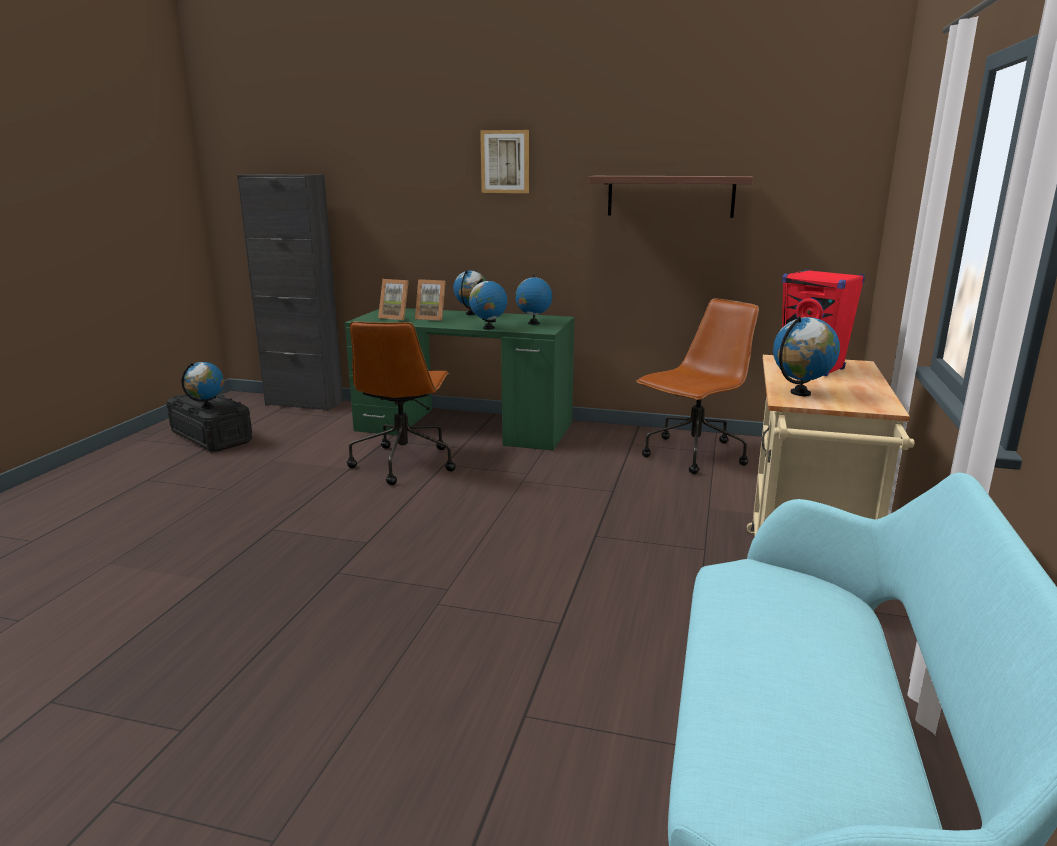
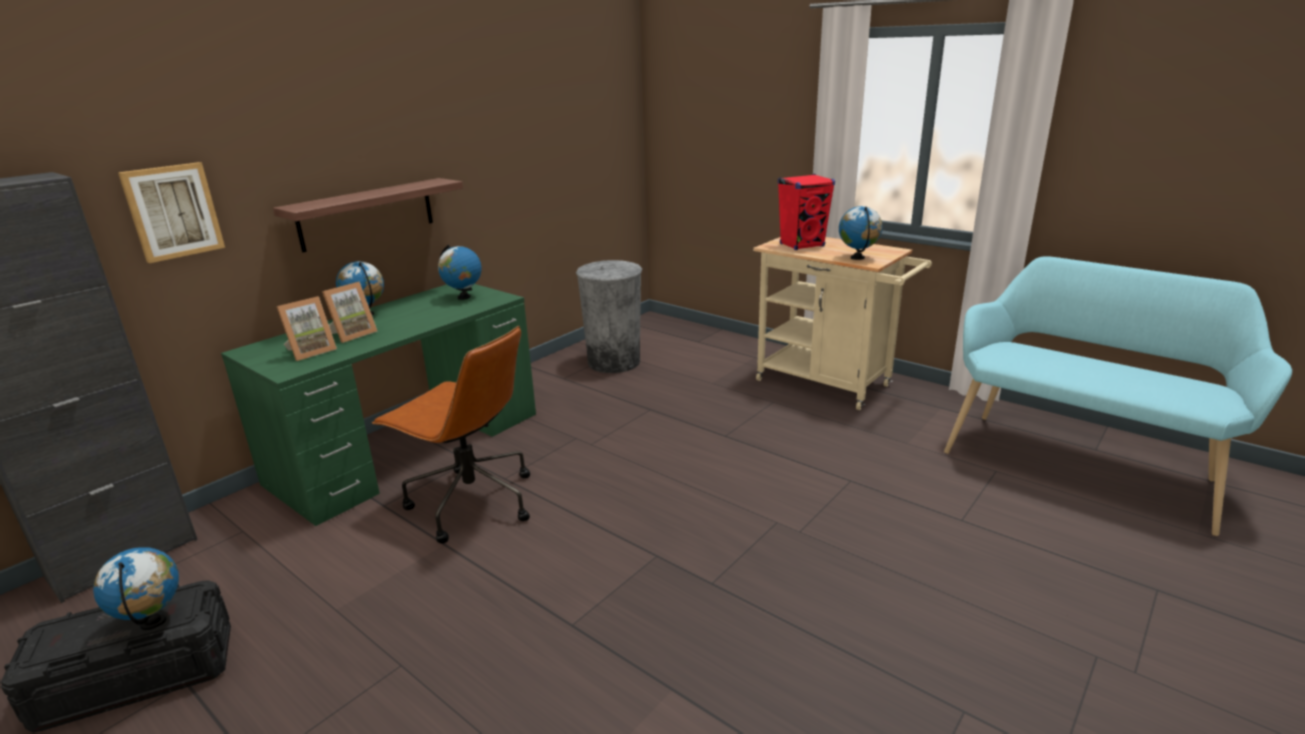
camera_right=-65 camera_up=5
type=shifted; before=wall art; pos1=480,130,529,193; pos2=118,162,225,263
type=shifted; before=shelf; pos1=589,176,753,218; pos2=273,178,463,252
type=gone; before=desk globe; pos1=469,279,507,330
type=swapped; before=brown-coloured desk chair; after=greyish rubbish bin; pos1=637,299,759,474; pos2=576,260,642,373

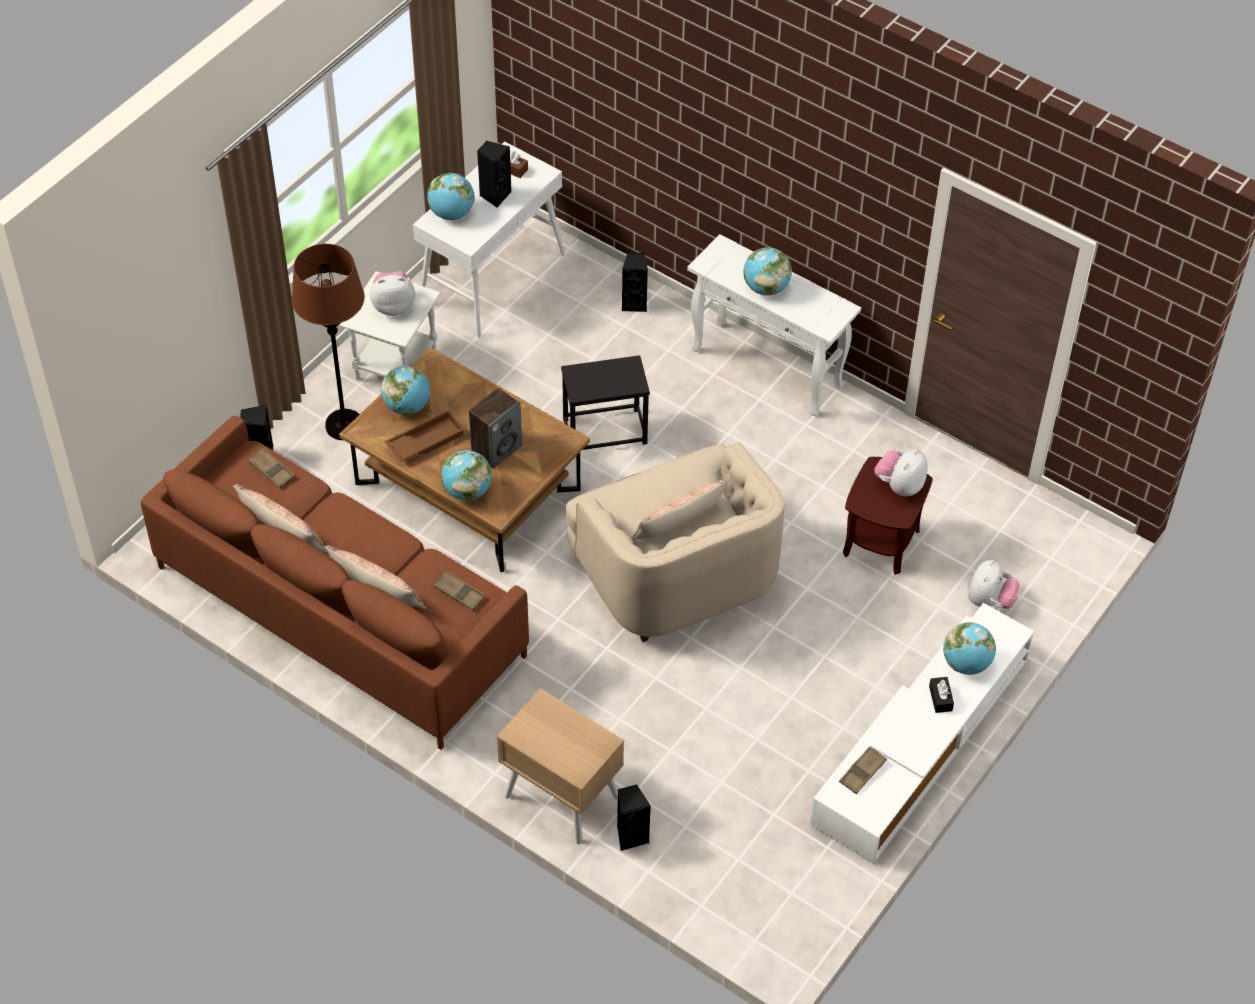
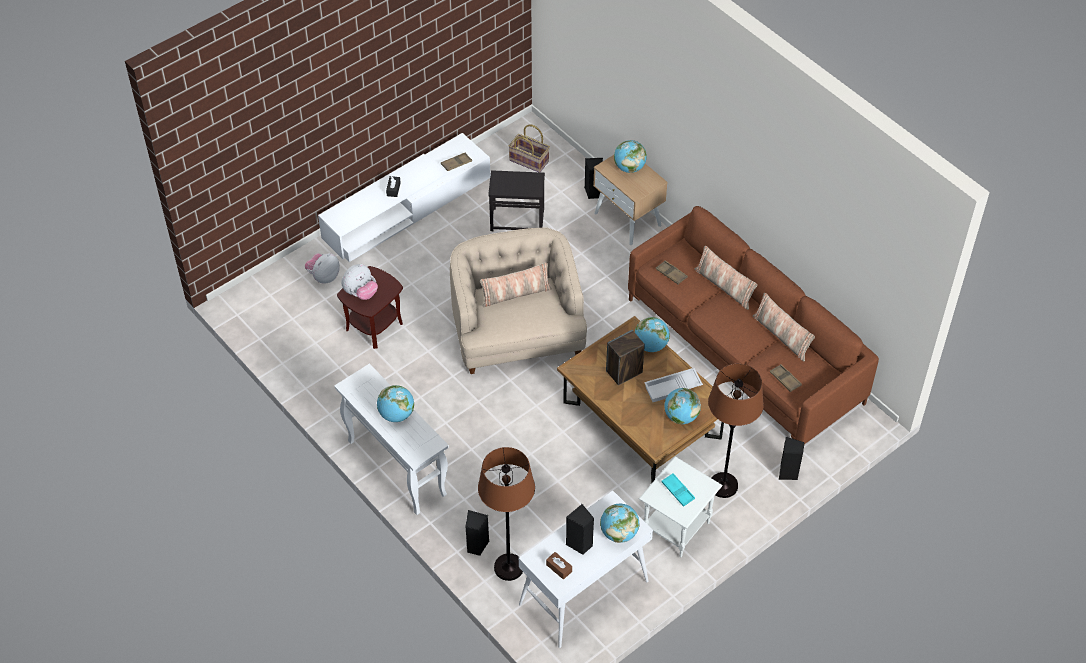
camera_right=-165 camera_up=0
type=swapped; before=soft toy; after=turquoise-coloured serving tray; pos1=370,271,415,316; pos2=661,473,695,507
type=shifted; before=blackish side table; pos1=561,355,650,450; pos2=488,170,545,231
type=repainted; before=brown-coloured serving tray; after=white serving tray; pos1=385,410,465,461; pos2=644,368,703,402
type=shifted; before=desk globe; pos1=943,622,996,675; pos2=614,140,647,173
type=new; after=household basket; pos2=509,125,550,172
type=new; after=brown-coloured standard lamp; pos2=478,447,535,581

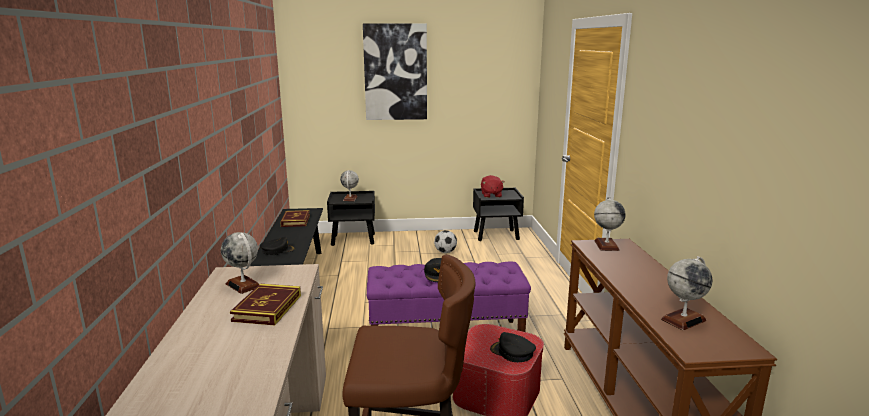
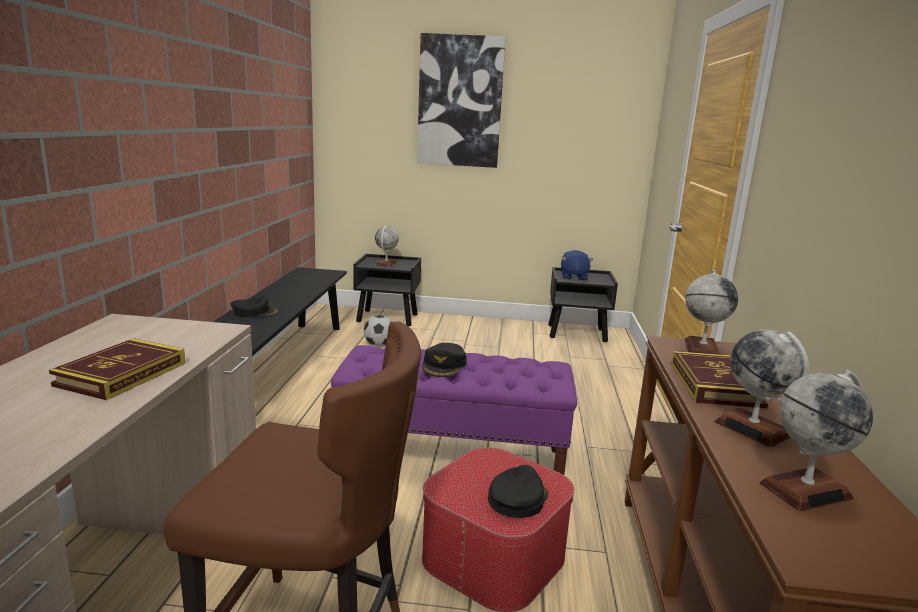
camera_right=10 camera_up=0
type=repainted; before=red-coloured soft toy; after=blue-coloured soft toy; pos1=481,175,505,198; pos2=561,250,593,281
type=shifted; before=book; pos1=280,210,310,227; pos2=671,351,768,408
type=shifted; before=ball for football; pos1=434,230,457,253; pos2=364,315,392,347
type=shifted; before=desk globe; pos1=221,232,259,294; pos2=714,329,809,448
type=rotated; before=blackish cap; pos1=490,332,536,362; pos2=488,465,548,518; turn=75

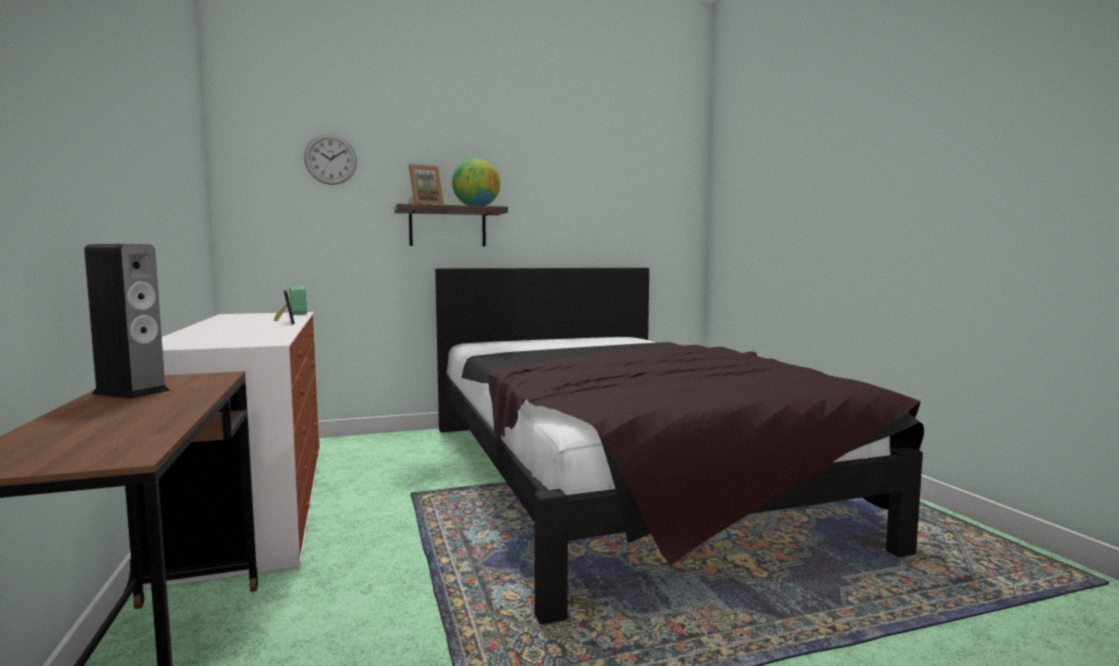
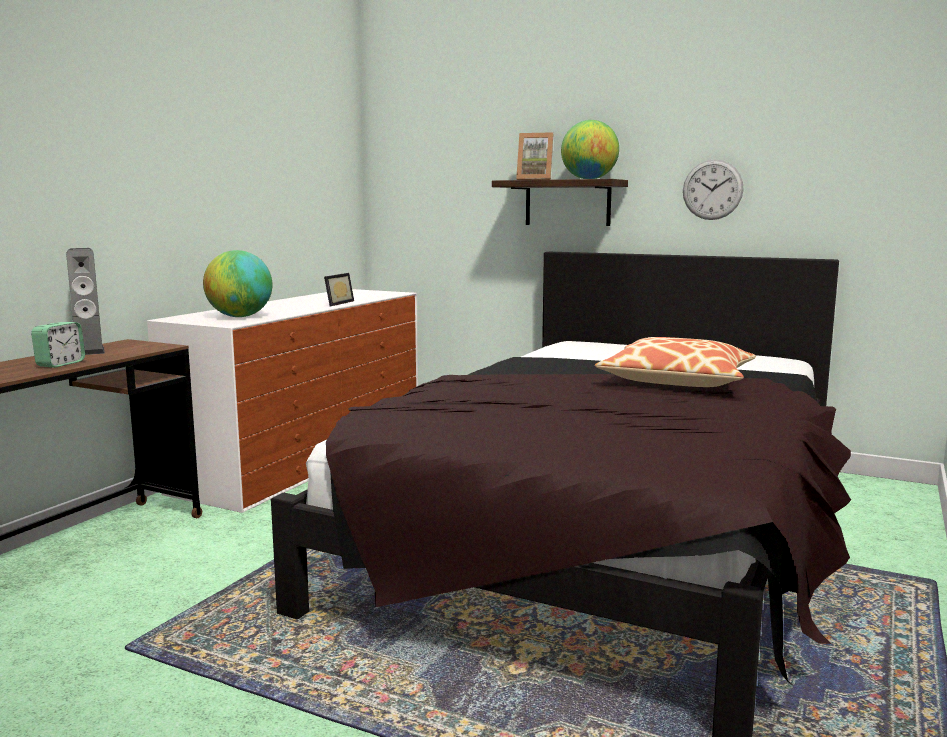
camera_right=45 camera_up=5
type=shifted; before=hanging clock; pos1=304,134,357,185; pos2=683,159,743,220
type=shifted; before=alarm clock; pos1=289,287,307,315; pos2=31,322,85,368
type=new; after=desk globe; pos2=203,250,272,317
type=new; after=cushion; pos2=595,337,756,387

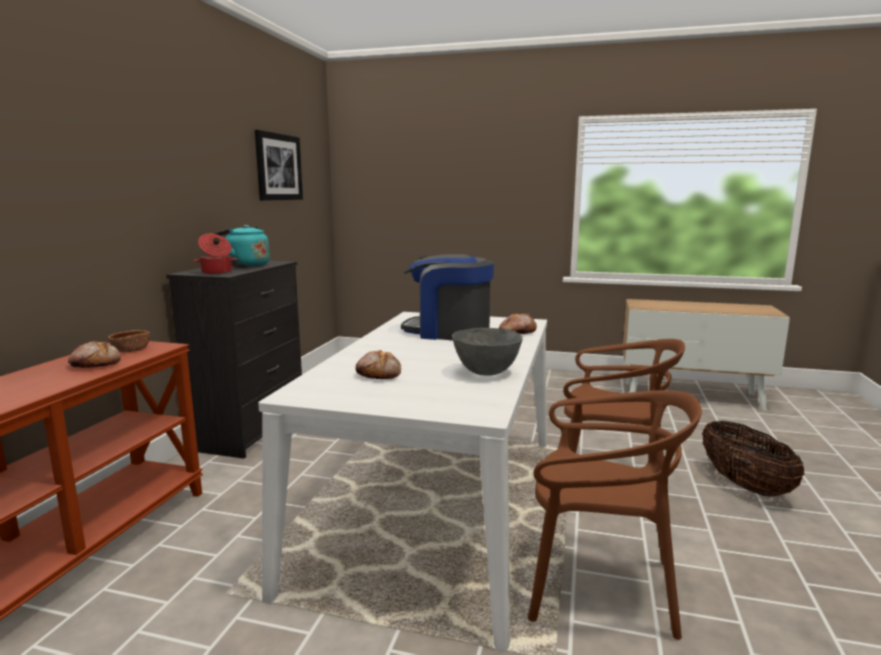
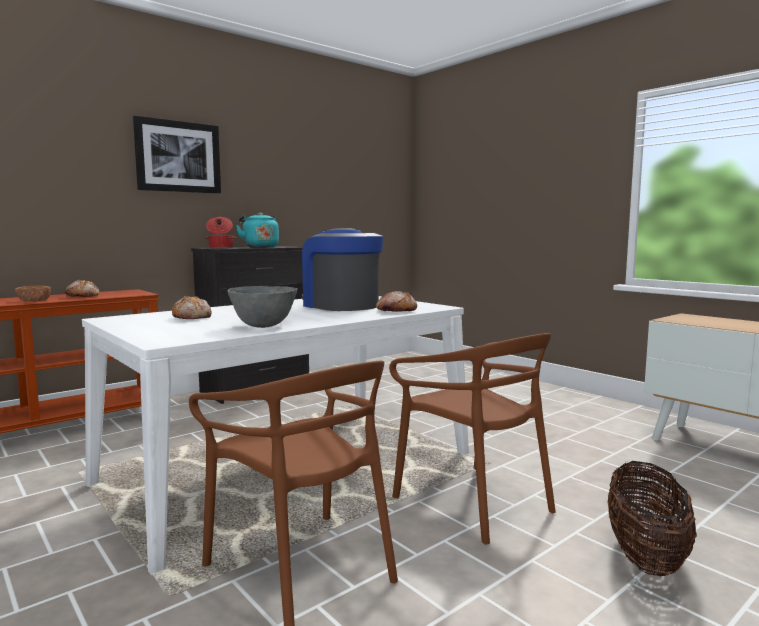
camera_right=35 camera_up=-5
type=shifted; before=wall art; pos1=255,130,303,201; pos2=133,116,221,194
type=shifted; before=brown-coloured bowl; pos1=108,330,150,353; pos2=15,286,51,302

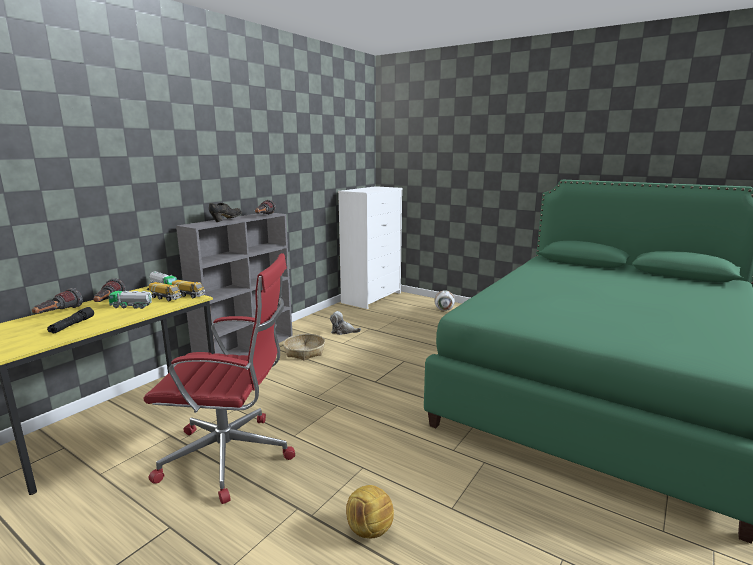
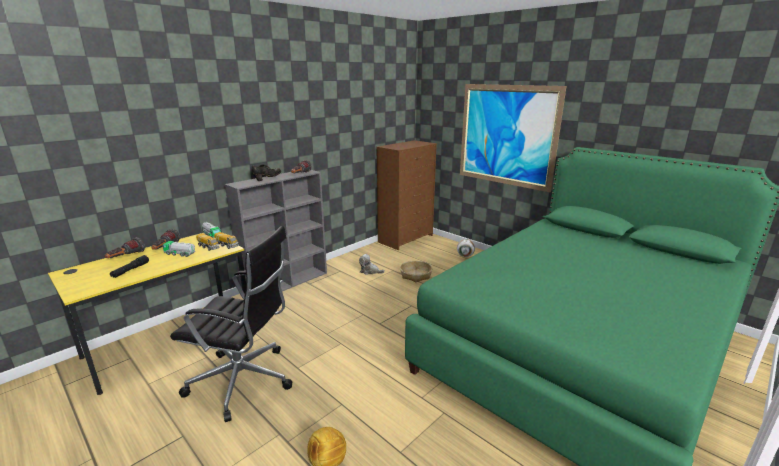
camera_right=10 camera_up=5
type=repainted; before=white drawer chest; after=brown-coloured drawer chest; pos1=338,186,402,309; pos2=376,140,437,250
type=repainted; before=red-coloured desk chair; after=blackish desk chair; pos1=143,253,295,504; pos2=170,226,292,422
type=shifted; before=household basket; pos1=283,334,325,360; pos2=400,261,433,282
type=new; after=wall art; pos2=460,84,567,193

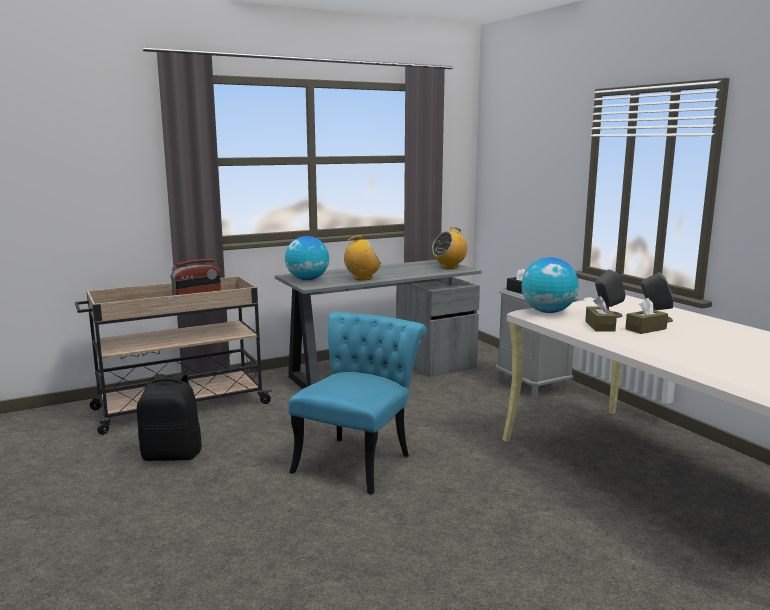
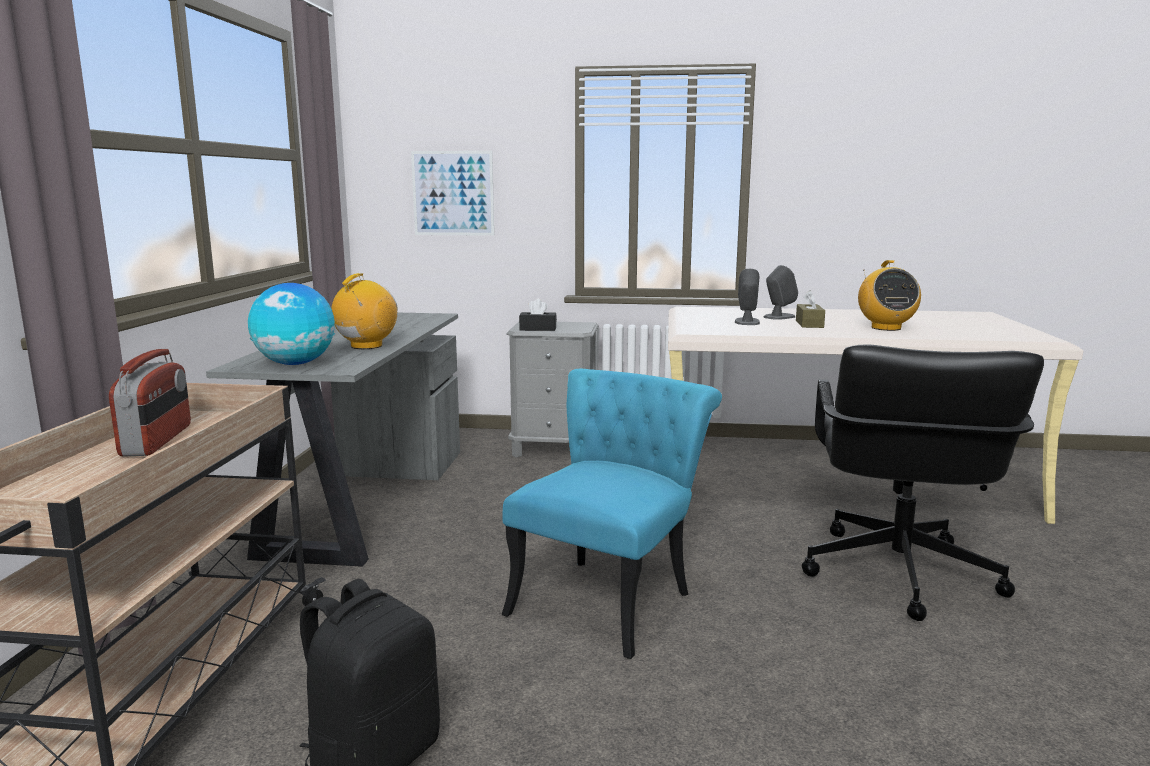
camera_right=-55 camera_up=0
type=shifted; before=radio set; pos1=432,227,467,269; pos2=858,260,921,331
type=gone; before=desk globe; pos1=522,257,579,313
type=gone; before=brown-coloured tissue holder; pos1=585,296,617,332
type=rotated; before=turquoise-coloured chair; pos1=289,312,427,494; pos2=501,369,722,659; turn=60
type=new; after=wall art; pos2=411,151,494,236
type=new; after=blackish desk chair; pos2=802,345,1044,621

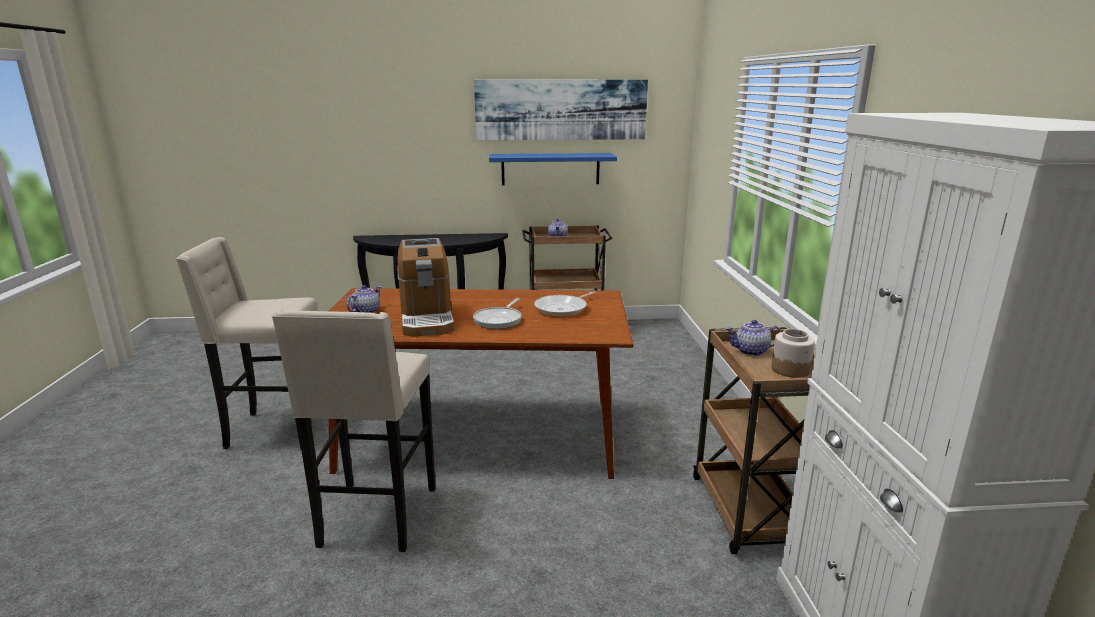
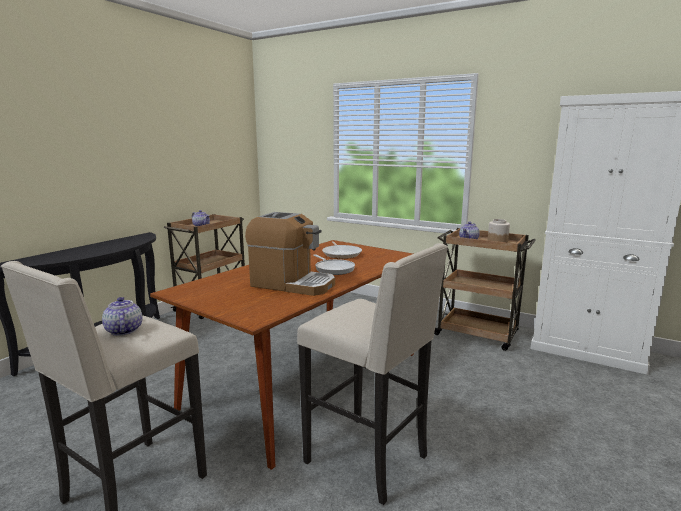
camera_right=-55 camera_up=-5
type=gone; before=wall art; pos1=474,80,648,140
type=gone; before=blue-coloured shelf; pos1=489,153,617,185
type=shifted; before=tea pot; pos1=346,285,382,313; pos2=102,297,142,336

